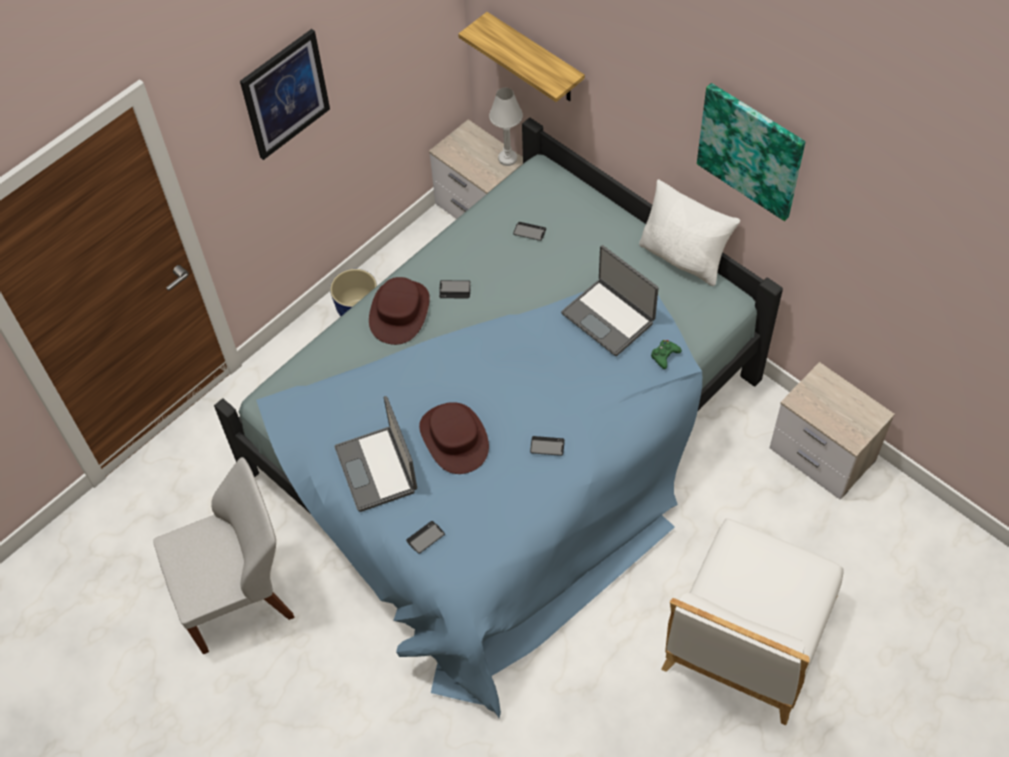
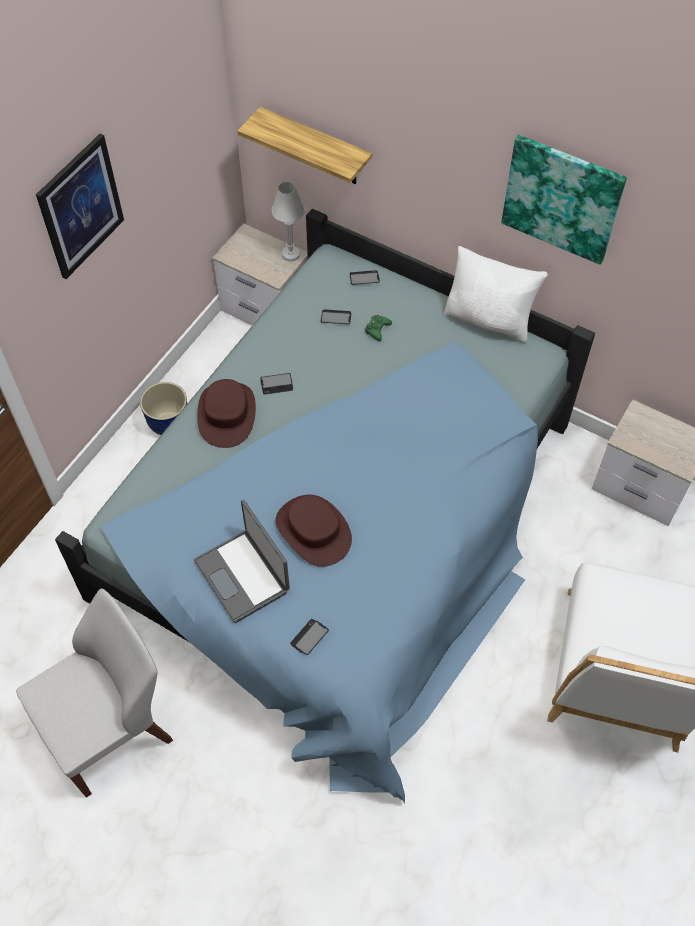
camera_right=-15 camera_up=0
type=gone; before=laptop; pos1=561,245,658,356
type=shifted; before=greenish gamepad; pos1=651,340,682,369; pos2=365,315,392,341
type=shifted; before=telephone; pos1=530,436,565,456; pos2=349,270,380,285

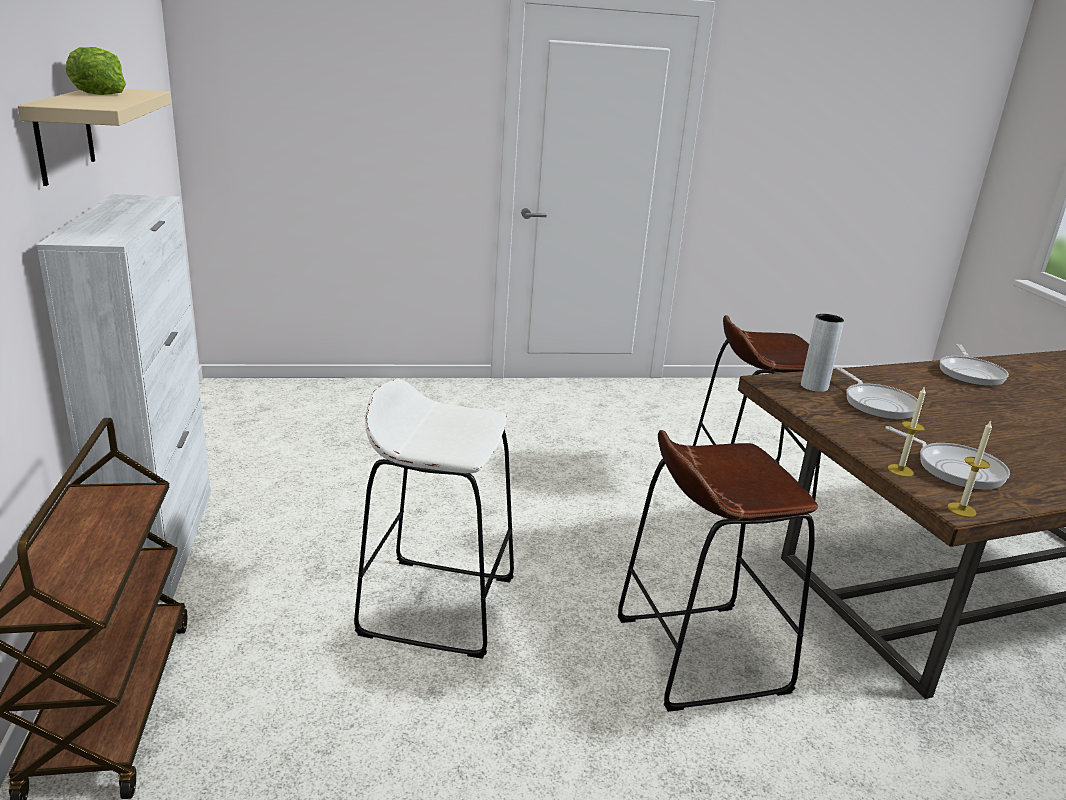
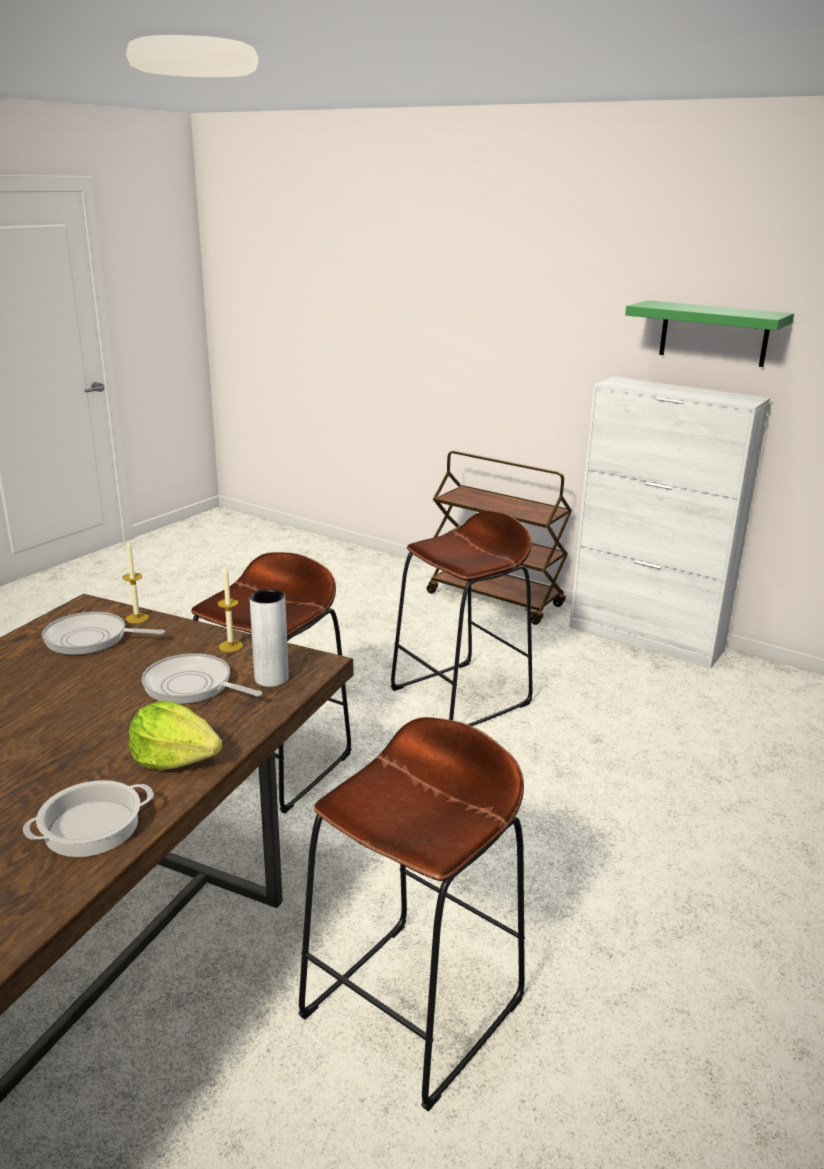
camera_right=135 camera_up=0
type=shifted; before=lettuce; pos1=66,47,126,95; pos2=129,700,222,770
type=repainted; before=sand-coloured shelf; after=greenish shelf; pos1=18,89,171,186; pos2=625,300,794,367
type=swapped; before=skillet; after=cooking pot; pos1=940,344,1009,386; pos2=23,780,154,857
type=repainted; before=white stool; after=brown-coloured stool; pos1=354,379,514,659; pos2=390,511,533,726
type=shifted; before=candle; pos1=947,421,992,517; pos2=218,566,243,652

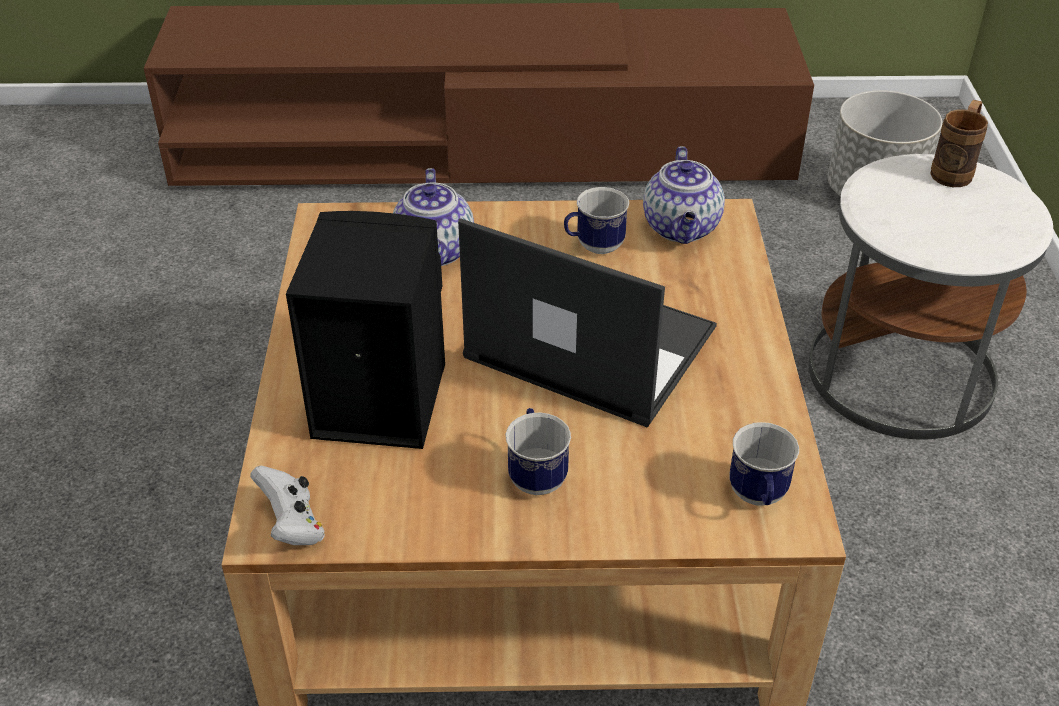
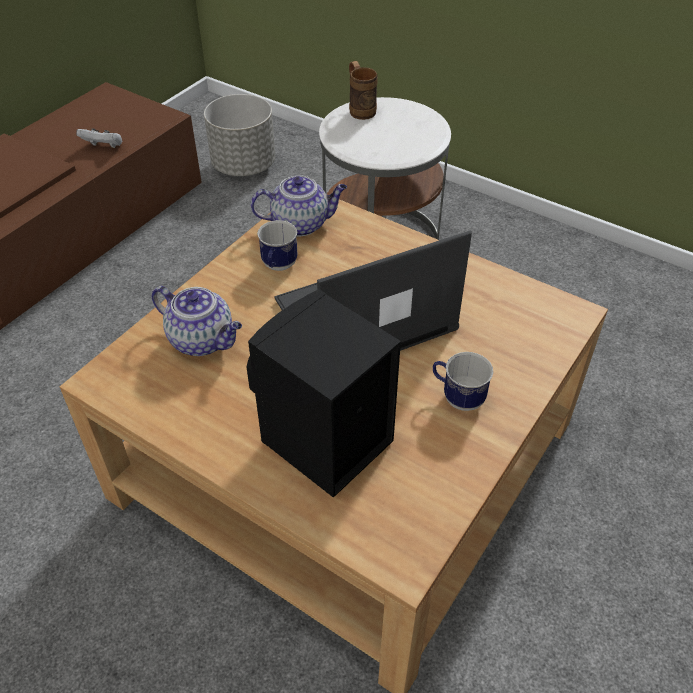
camera_right=-55 camera_up=5
type=rotated; before=tea pot; pos1=643,146,725,244; pos2=250,176,347,236; turn=-45
type=gone; before=coffee mug; pos1=730,422,799,506
type=shifted; before=white gamepad; pos1=250,466,325,545; pos2=76,128,123,148

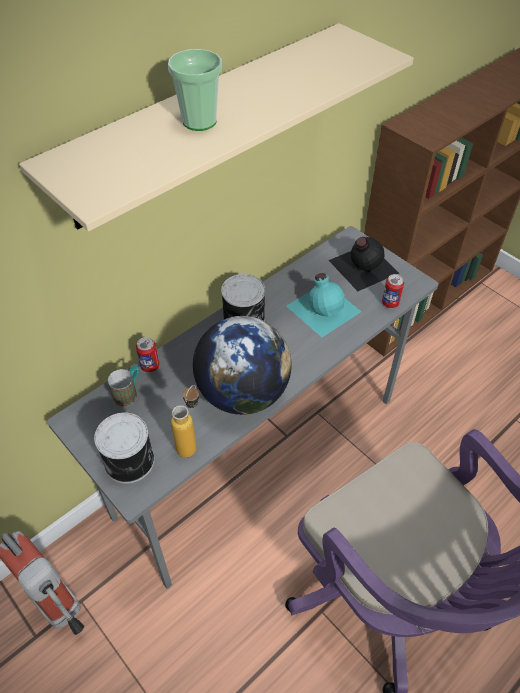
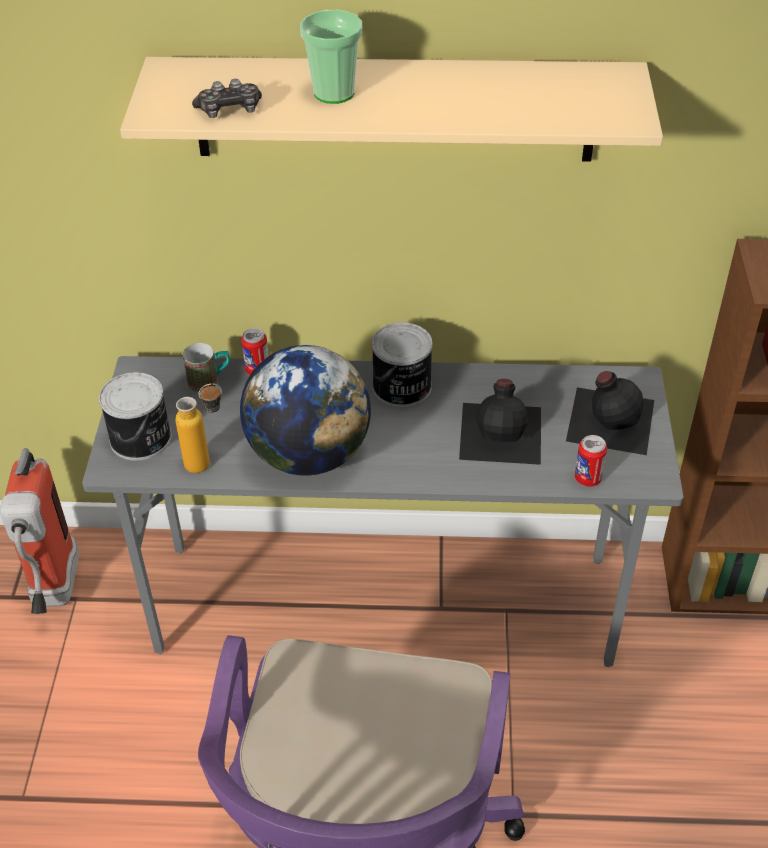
camera_right=45 camera_up=-5
type=repainted; before=turquoise-coloured beverage bottle; after=blackish beverage bottle; pos1=286,273,361,337; pos2=459,379,541,465
type=new; after=gamepad; pos2=192,79,262,118

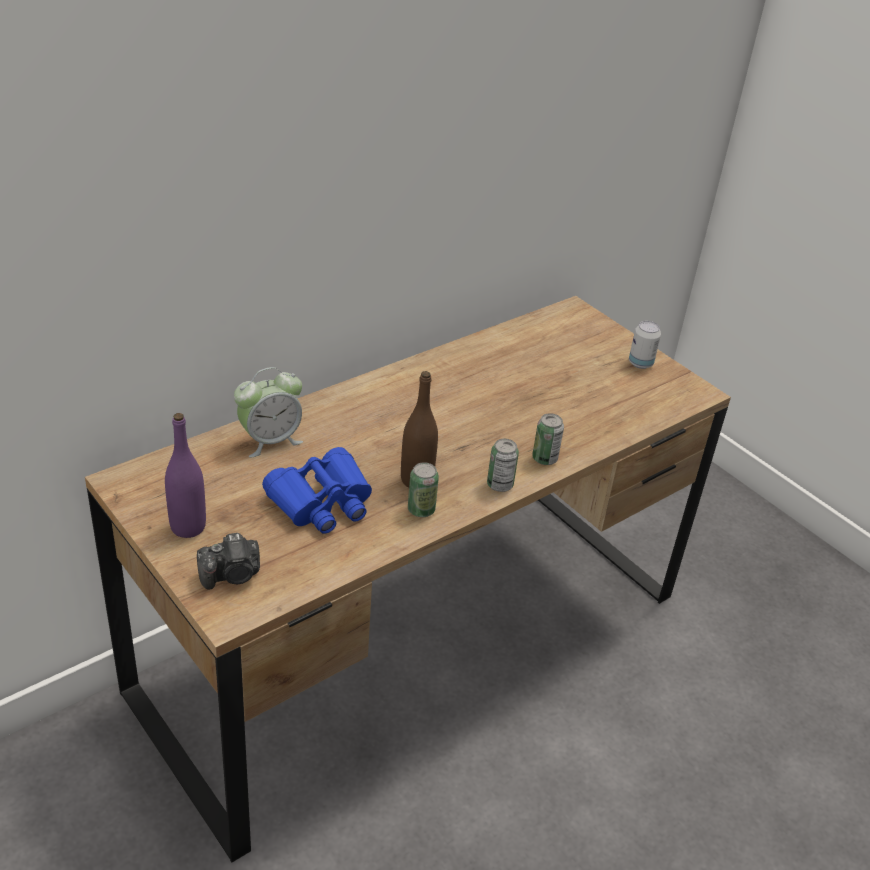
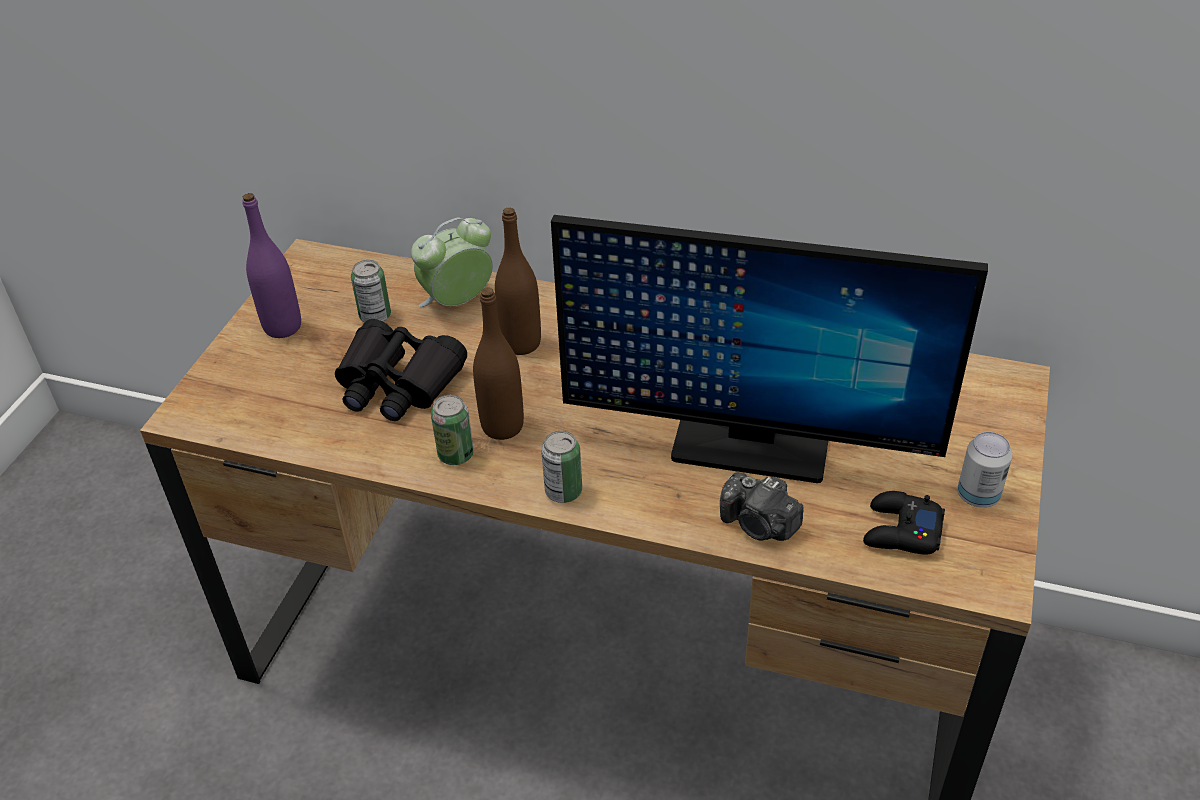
camera_right=60 camera_up=5
type=rotated; before=alarm clock; pos1=234,367,303,458; pos2=411,217,493,307; turn=120
type=shifted; before=can; pos1=532,413,564,465; pos2=351,260,391,322
type=repainted; before=blue-coloured pair of binoculars; after=blackish pair of binoculars; pos1=262,447,372,534; pos2=335,319,467,421
type=shifted; before=still camera; pos1=197,533,260,590; pos2=720,472,803,541
type=new; after=brown-coloured beverage bottle; pos2=495,208,541,355
type=new; after=monitor; pos2=551,215,988,483
type=new; after=blackish gamepad; pos2=863,491,945,555

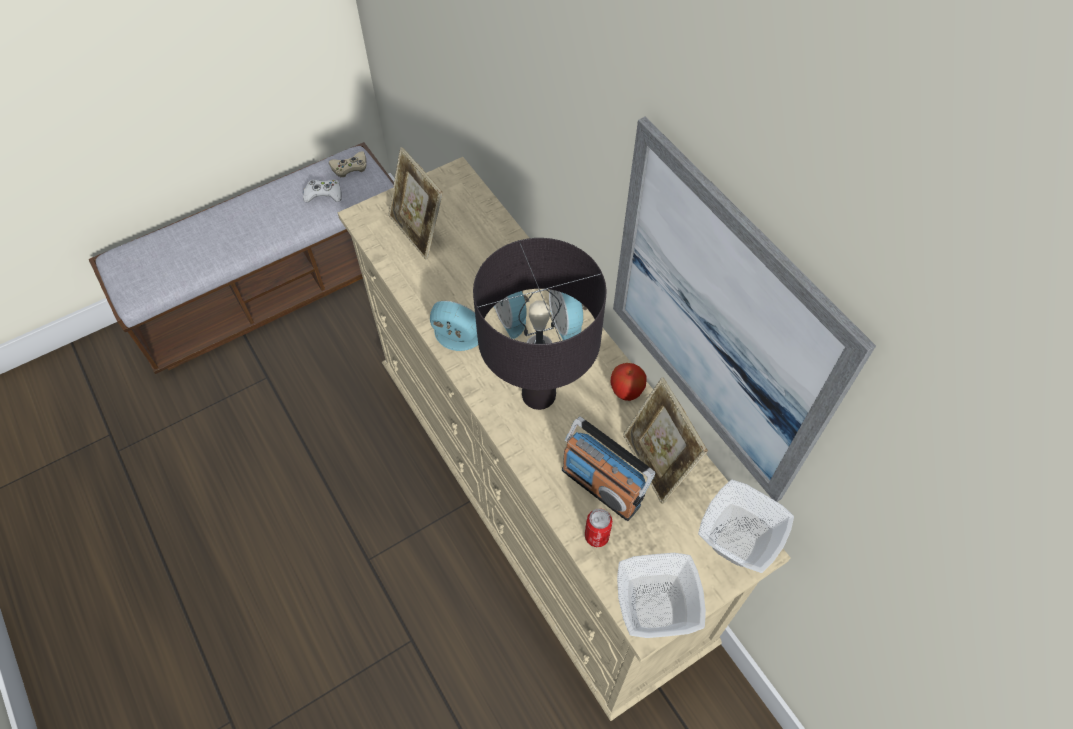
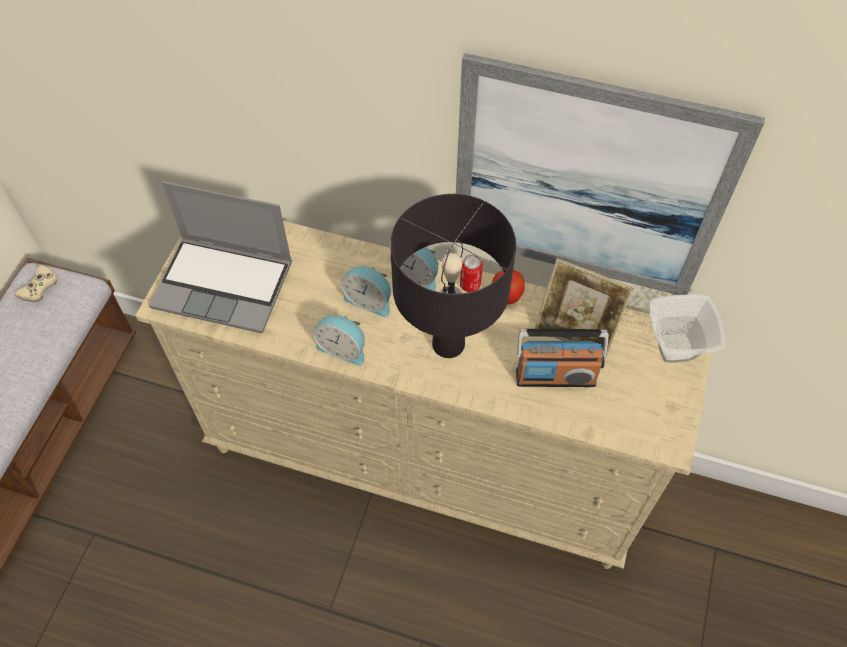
camera_right=-40 camera_up=0
type=swapped; before=photo frame; after=laptop; pos1=388,147,443,260; pos2=149,181,292,333
type=gone; before=white gamepad; pos1=303,179,342,202
type=rotated; before=alarm clock; pos1=430,301,478,351; pos2=313,315,365,366; turn=-135
type=shifted; before=can; pos1=585,508,613,547; pos2=460,255,483,292
type=gone; before=bowl; pos1=617,553,706,638

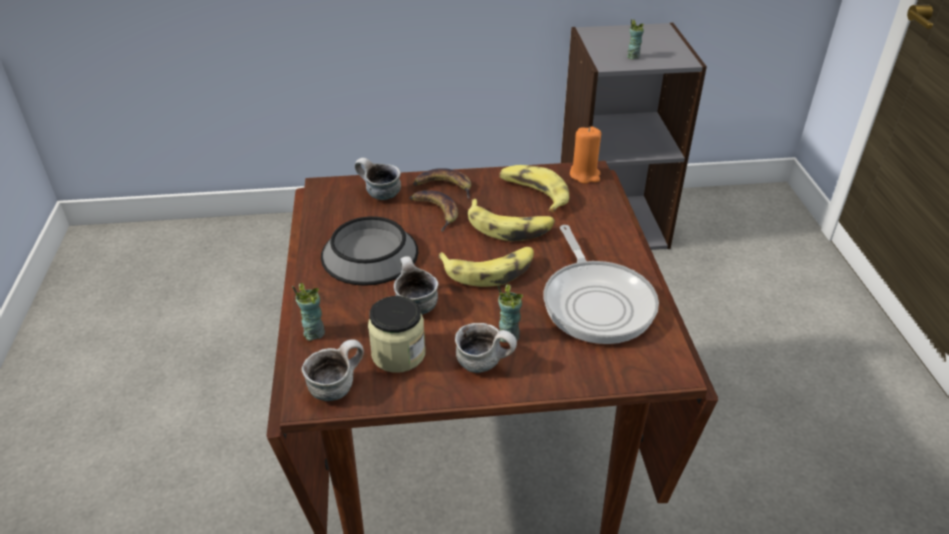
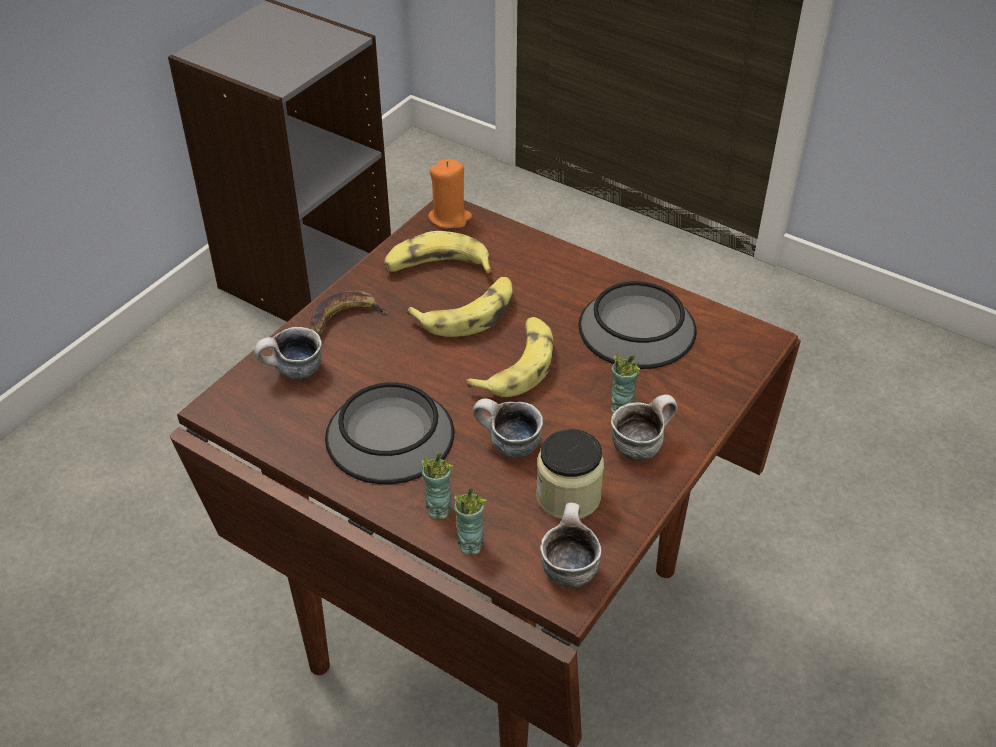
camera_right=-50 camera_up=5
type=shifted; before=drinking cup; pos1=627,19,644,59; pos2=422,453,453,519
type=gone; before=banana fruit; pos1=409,190,458,232
type=swapped; before=skillet; after=bowl; pos1=544,225,659,344; pos2=578,281,697,369

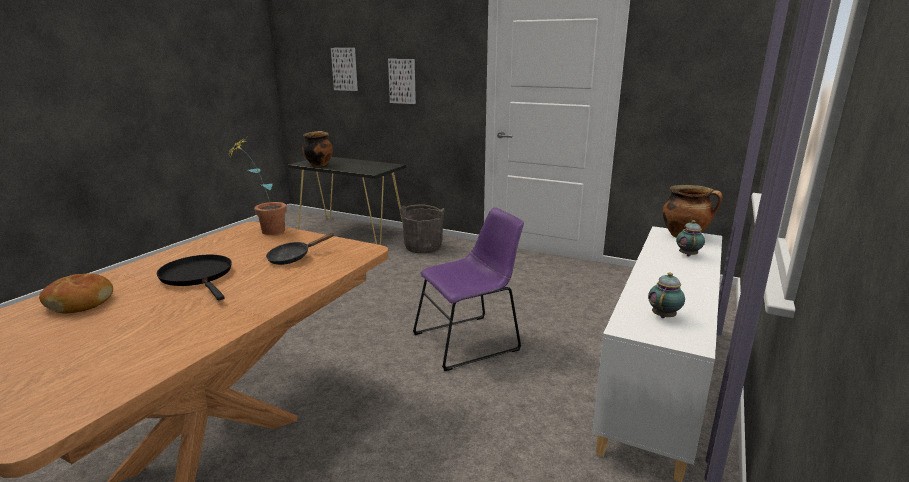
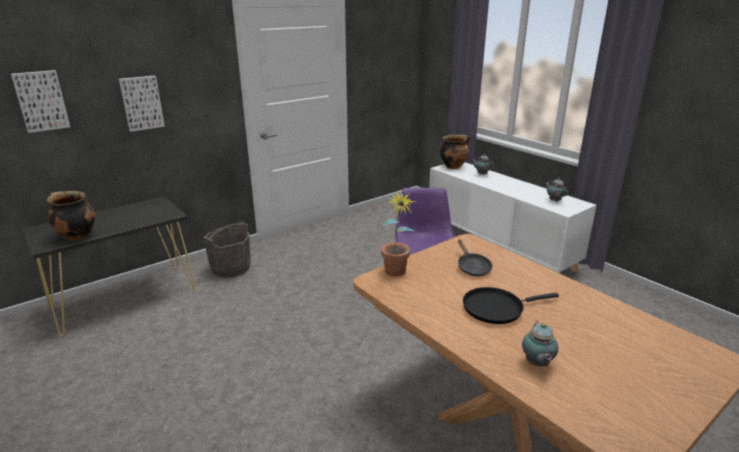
camera_right=-65 camera_up=5
type=swapped; before=bread; after=tea pot; pos1=39,273,113,313; pos2=522,320,558,367

